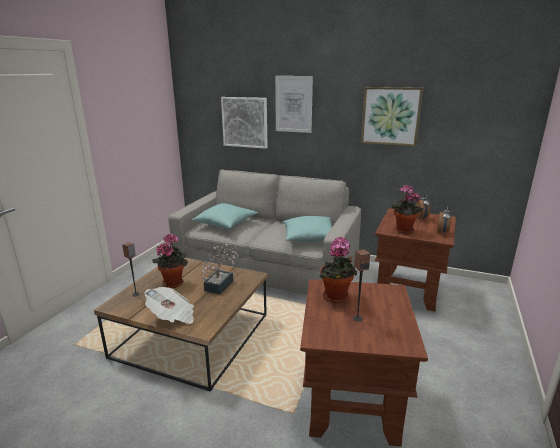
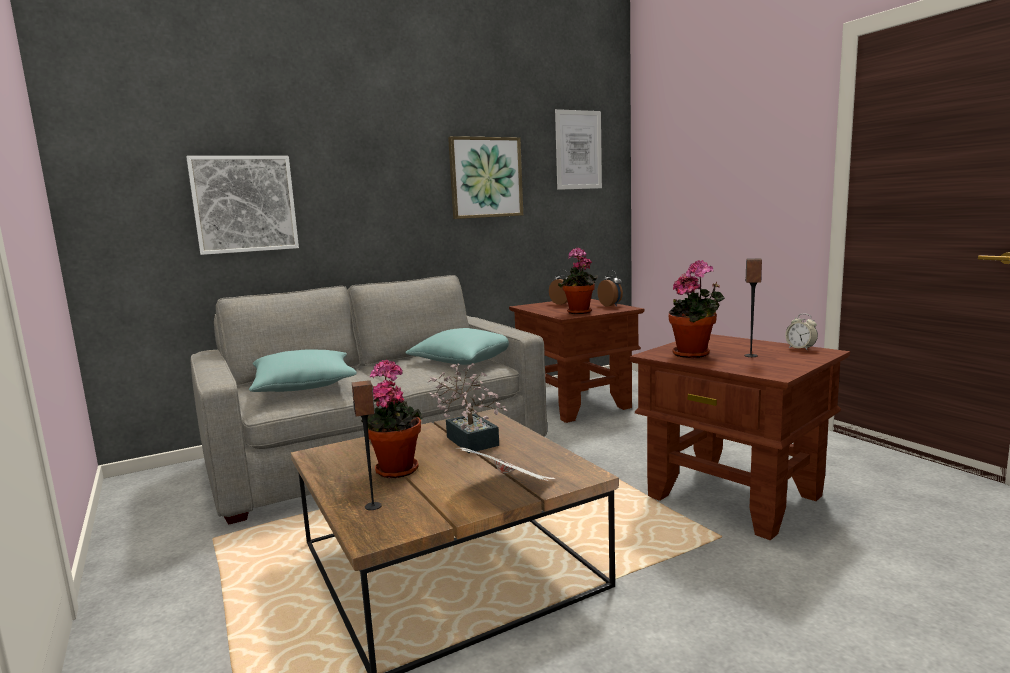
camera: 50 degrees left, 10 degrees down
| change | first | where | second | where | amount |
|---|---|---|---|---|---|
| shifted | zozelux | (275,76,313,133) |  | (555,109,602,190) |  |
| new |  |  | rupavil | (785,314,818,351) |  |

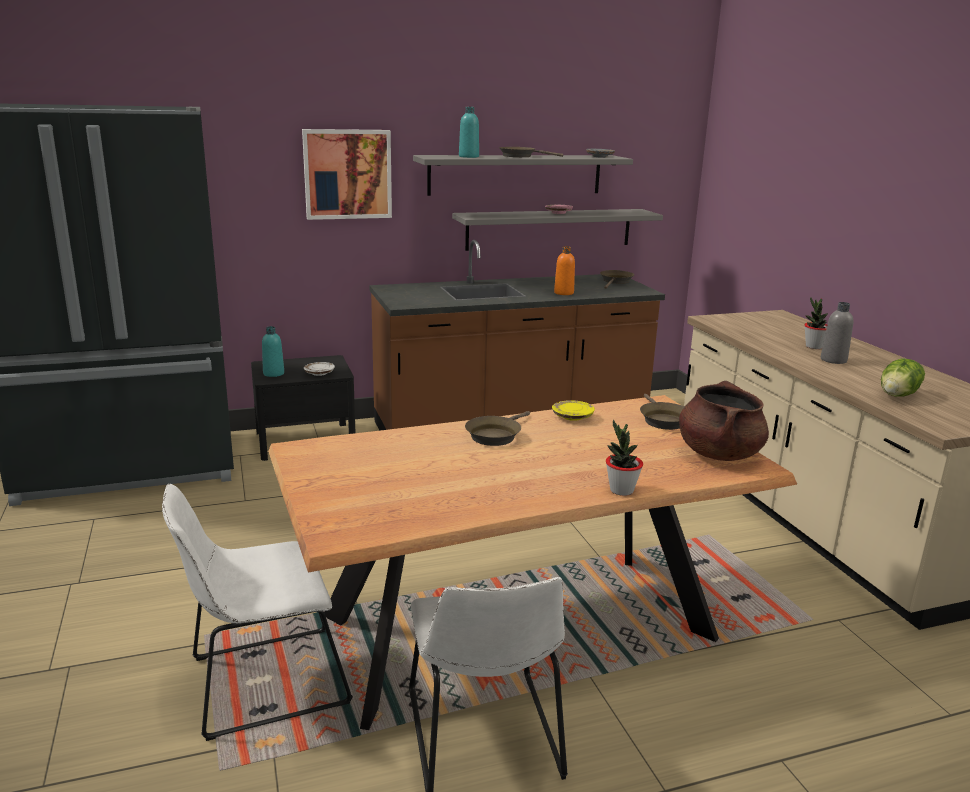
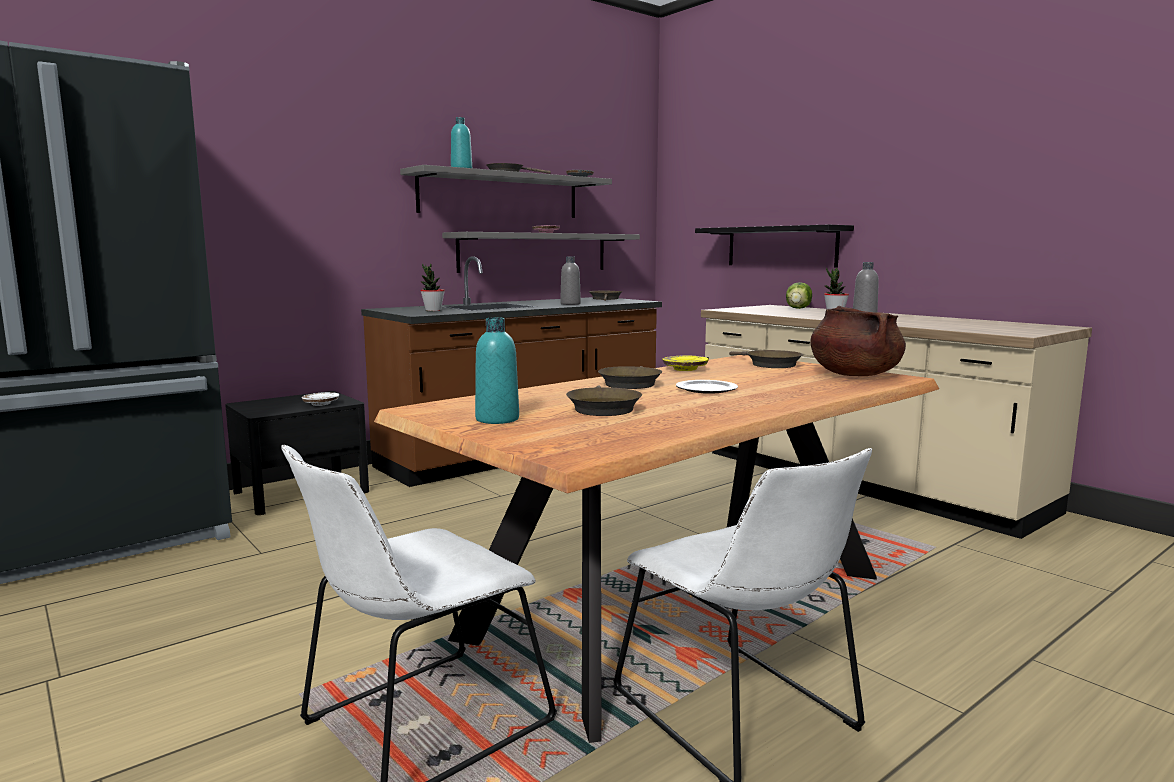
camera: 20 degrees left, 10 degrees down
| change | first | where | second | where | amount |
|---|---|---|---|---|---|
| gone | zozelux | (302,129,392,220) |  |  |  |
| repainted | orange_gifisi | (554,246,575,295) | grey_gifisi | (560,256,581,305) |  |
| shifted | turquoise_gifisi | (262,326,284,377) |  | (475,317,519,424) |  |
| shifted | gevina | (881,358,925,397) |  | (786,282,812,309) |  |
| shifted | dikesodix | (606,420,643,496) |  | (420,264,445,311) |  |
| new |  |  | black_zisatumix | (695,225,854,268) |  |
| new |  |  | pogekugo | (676,380,738,394) |  |
| new |  |  | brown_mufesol | (566,385,642,416) |  |

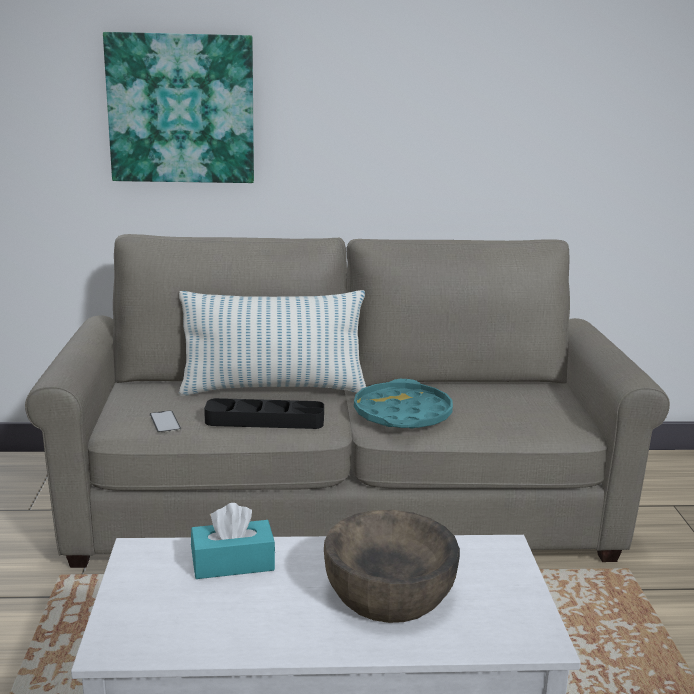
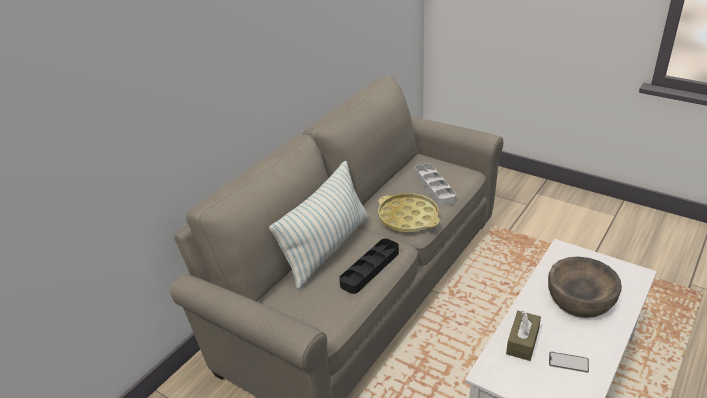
camera: 50 degrees left, 15 degrees up
| change | first | where | second | where | amount |
|---|---|---|---|---|---|
| gone | zozelux | (103,32,254,183) |  |  |  |
| repainted | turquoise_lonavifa | (354,379,453,429) | yellow_lonavifa | (378,193,440,232) |  |
| shifted | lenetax | (150,410,181,433) |  | (549,352,589,373) |  |
| repainted | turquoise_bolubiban | (191,503,275,579) | brown_bolubiban | (506,311,541,361) |  |
| new |  |  | grey_lonavifa | (415,163,456,206) |  |

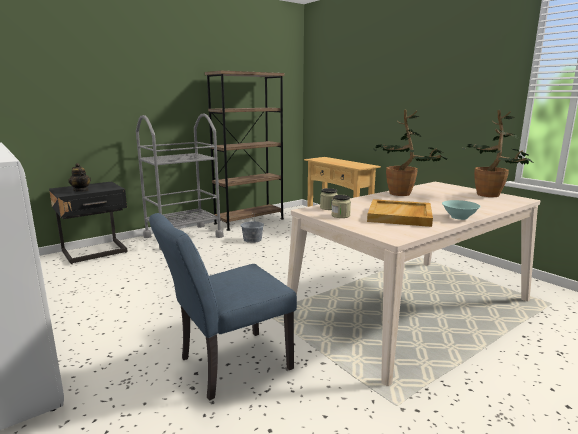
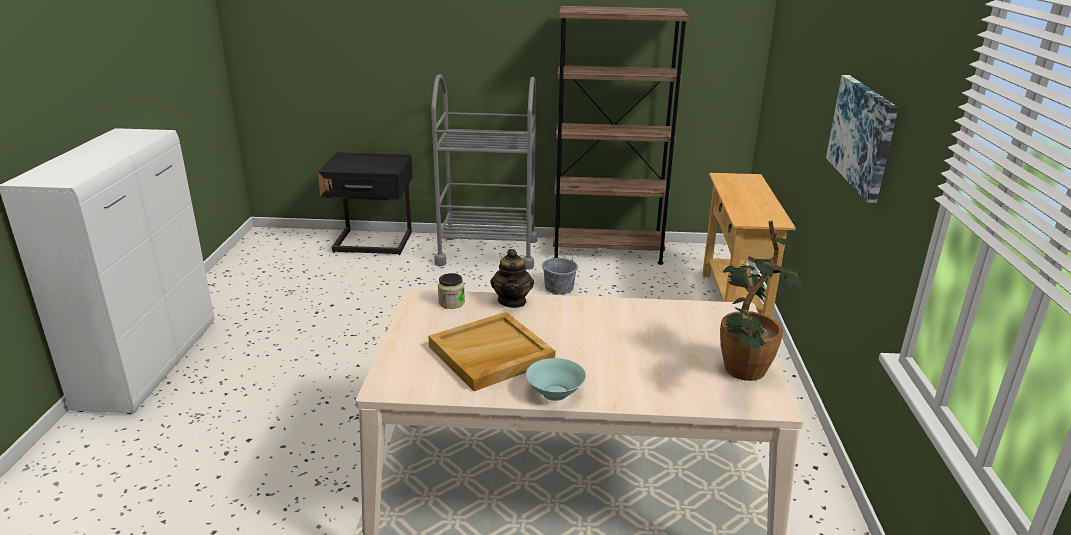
camera: 40 degrees right, 10 degrees up
| change | first | where | second | where | amount |
|---|---|---|---|---|---|
| gone | dikesodix | (373,110,447,196) |  |  |  |
| shifted | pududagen | (68,163,91,192) |  | (490,249,534,308) |  |
| gone | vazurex | (331,195,351,218) |  |  |  |
| gone | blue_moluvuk | (149,213,297,401) |  |  |  |
| new |  |  | zozelux | (826,75,898,203) |  |

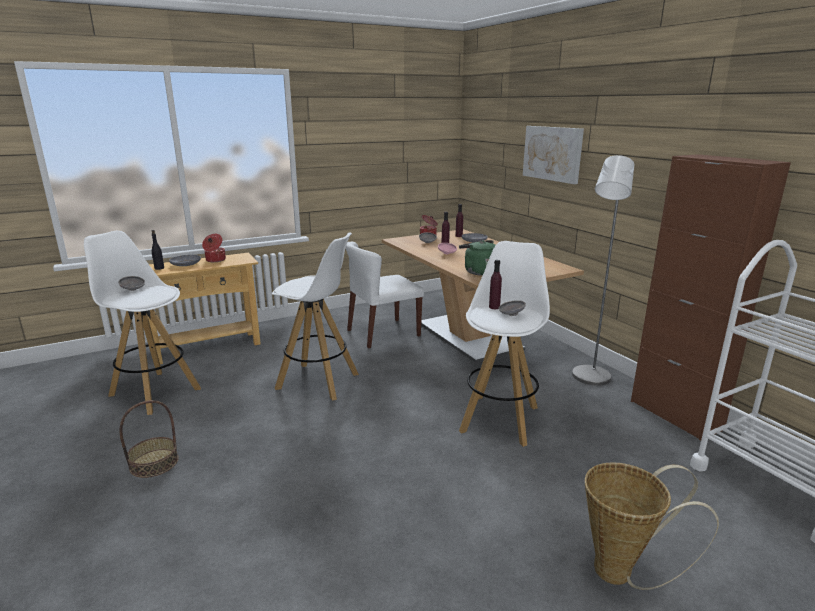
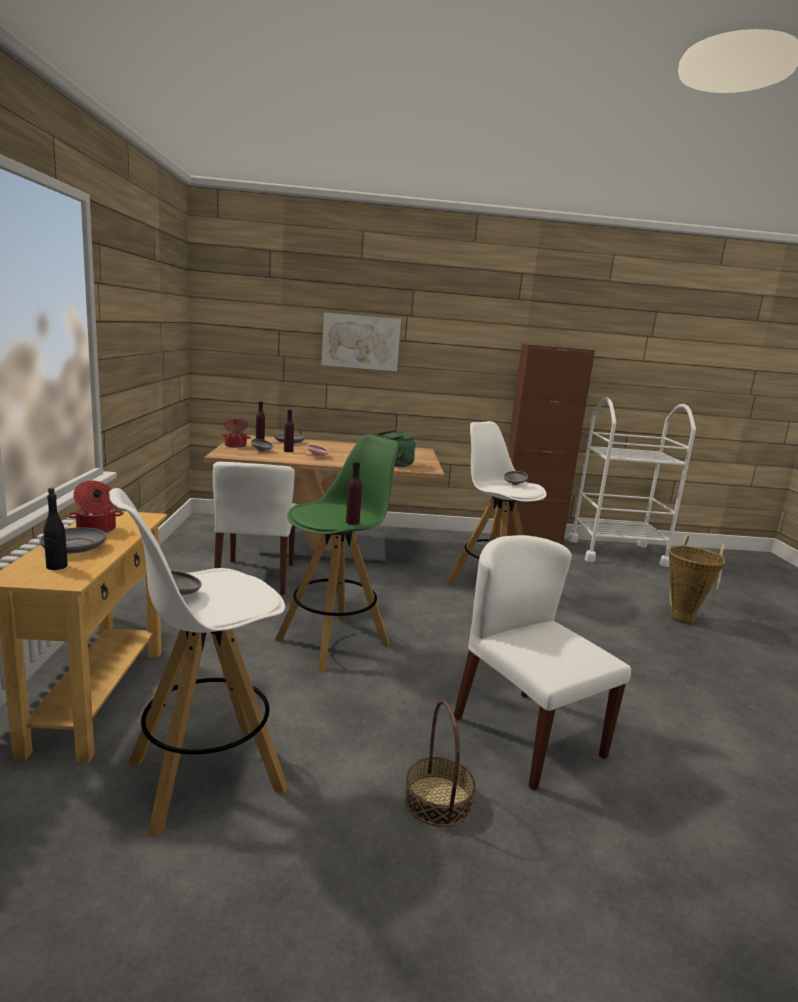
camera: 65 degrees left, 5 degrees down
| change | first | where | second | where | amount |
|---|---|---|---|---|---|
| gone | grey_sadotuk | (572,155,634,386) |  |  |  |
| repainted | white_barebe | (272,232,359,401) | green_barebe | (275,434,398,672) |  |
| shifted | purple_gifisi | (489,260,502,309) |  | (346,462,362,525) |  |
| new |  |  | white_moluvuk | (454,535,631,791) |  |

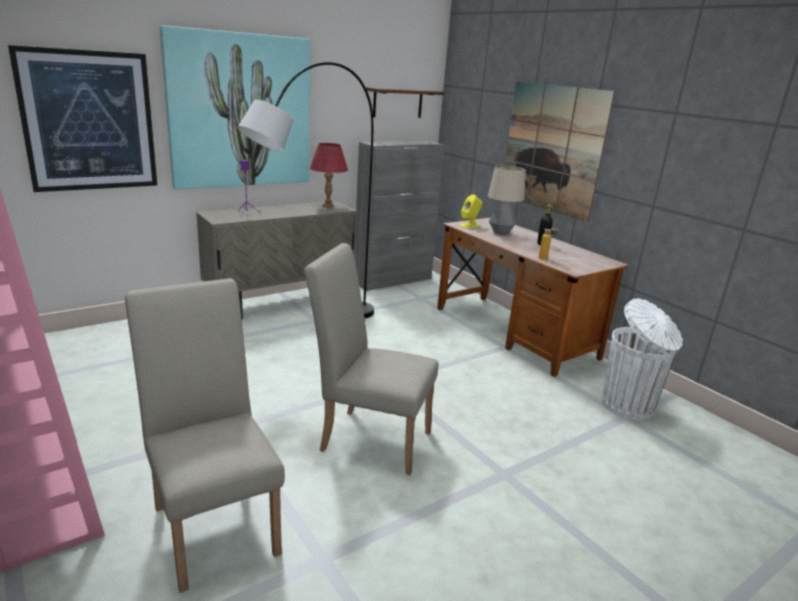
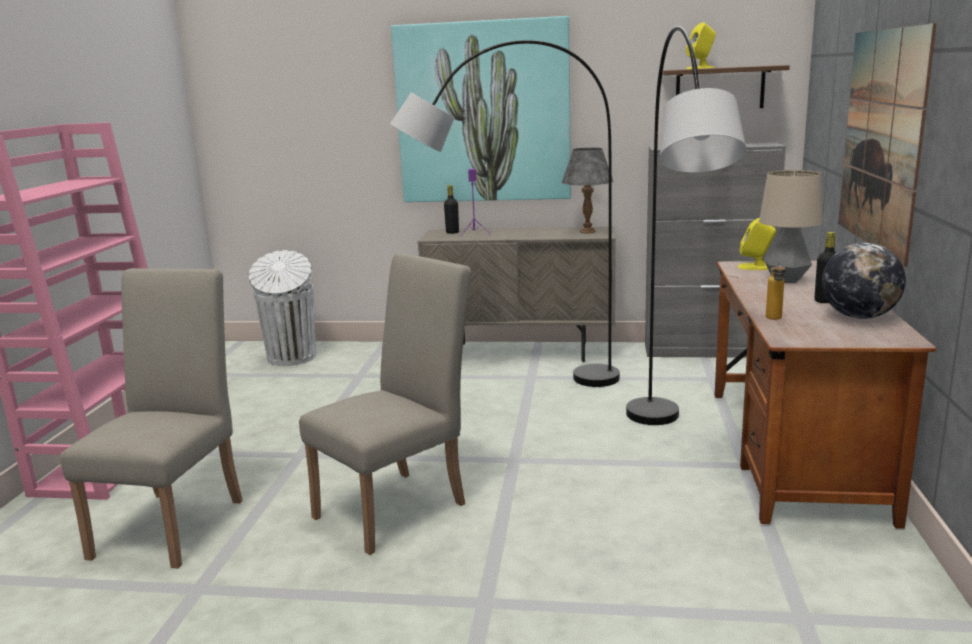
camera: 45 degrees right, 5 degrees down
| change | first | where | second | where | amount |
|---|---|---|---|---|---|
| gone | zozelux | (8,45,157,192) |  |  |  |
| repainted | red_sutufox | (310,143,348,208) | grey_sutufox | (562,148,613,233) |  |
| rotated | beige_moluvuk | (304,243,438,475) |  | (299,253,471,555) | 75 degrees clockwise |
| shifted | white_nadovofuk | (602,298,683,420) |  | (249,250,316,366) |  |
| new |  |  | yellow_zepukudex | (686,22,716,69) |  |
| new |  |  | grey_sadotuk | (626,26,747,425) |  |
| new |  |  | black_gifisi | (444,185,459,234) |  |
| new |  |  | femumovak | (822,243,906,319) |  |

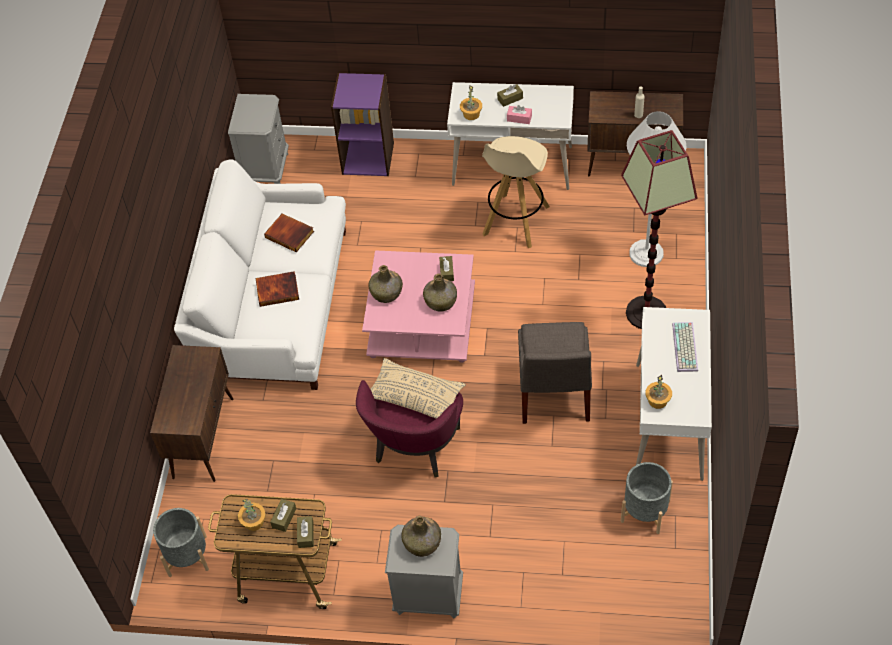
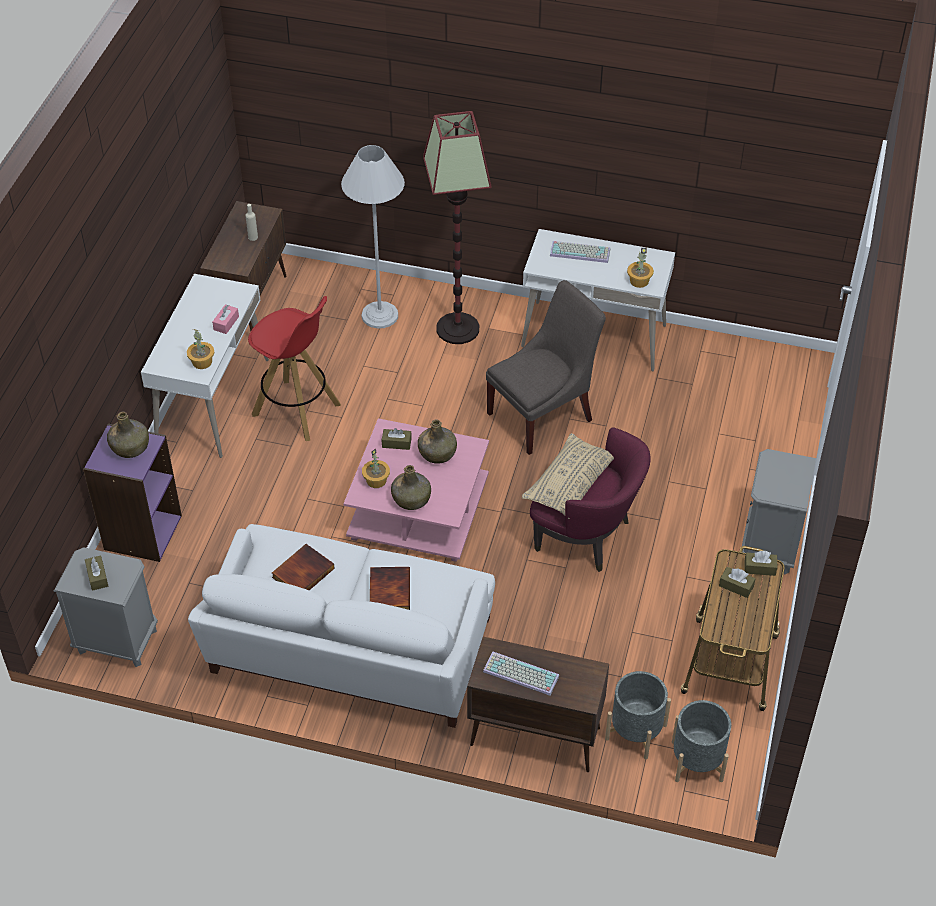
camera: 85 degrees left, 5 degrees down
| change | first | where | second | where | amount |
|---|---|---|---|---|---|
| shifted | brown_bolubiban | (497,84,523,107) |  | (85,555,108,591) |  |
| repainted | beige_barebe | (482,136,550,248) | red_barebe | (248,296,341,441) |  |
| rotated | grey_moluvuk | (518,322,592,424) |  | (486,280,606,455) | 45 degrees counterclockwise |
| shifted | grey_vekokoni | (621,462,673,534) |  | (605,671,671,759) |  |
| shifted | dikesodix | (238,499,266,531) |  | (362,448,390,488) |  |
| shifted | green_gifisi | (401,515,441,557) |  | (107,412,149,458) |  |
| new |  |  | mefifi | (483,652,559,696) |  |

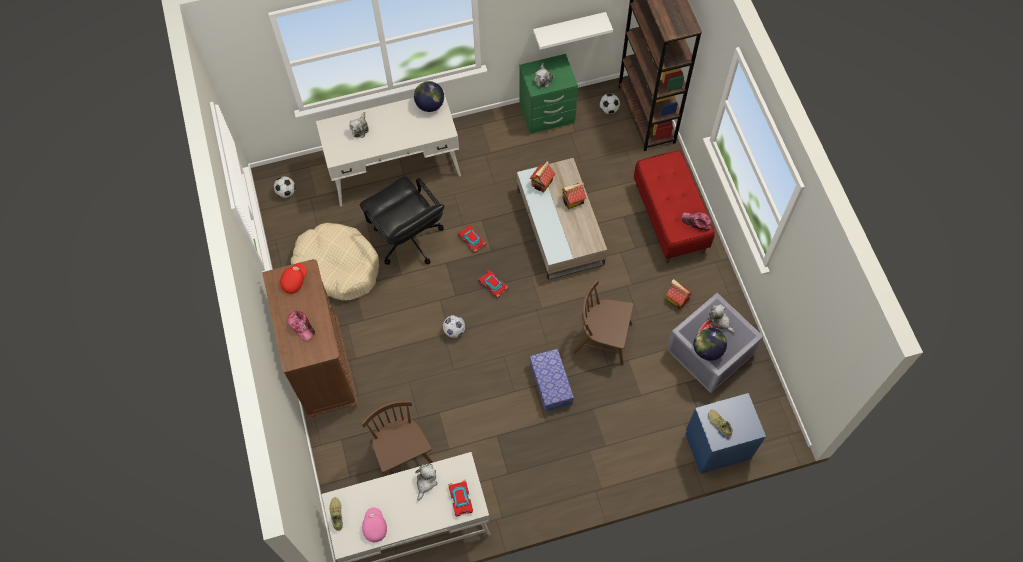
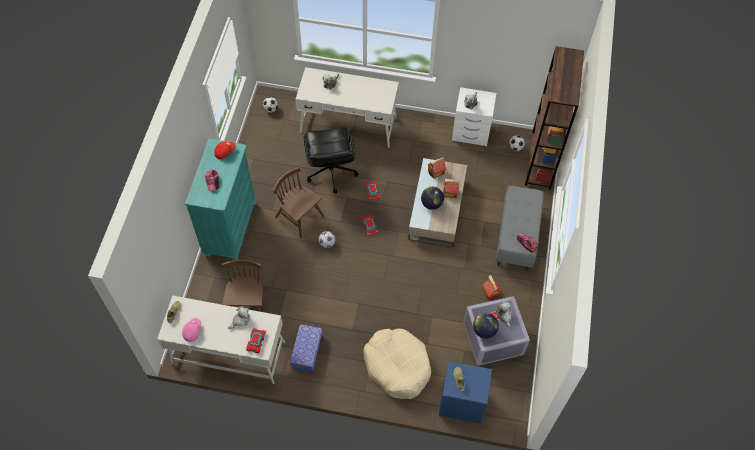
camera: 25 degrees right, 5 degrees down
| change | first | where | second | where | amount |
|---|---|---|---|---|---|
| gone | white_zisatumix | (533,12,613,50) |  |  |  |
| repainted | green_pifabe | (519,54,578,134) | white_pifabe | (452,87,496,146) |  |
| shifted | femumovak | (414,81,444,112) |  | (421,186,444,210) |  |
| repainted | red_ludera | (634,150,715,263) | grey_ludera | (496,185,544,271) |  |
| shifted | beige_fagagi | (291,223,379,301) |  | (364,328,431,399) |  |
| repainted | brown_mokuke | (262,259,358,419) | turquoise_mokuke | (185,138,256,260) |  |
| shifted | brown_moluvuk | (573,279,633,366) |  | (273,167,324,239) |  |
| shifted | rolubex | (530,349,574,411) |  | (290,324,322,372) |  |

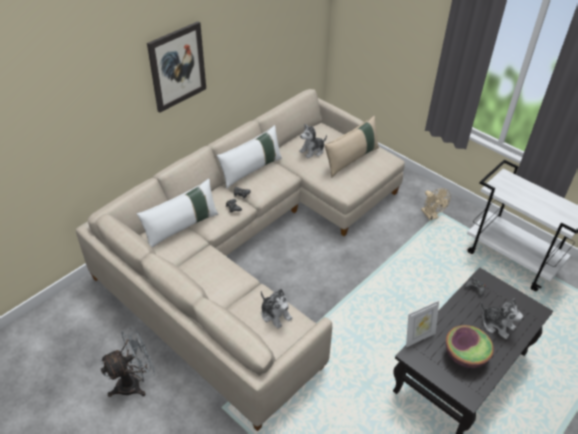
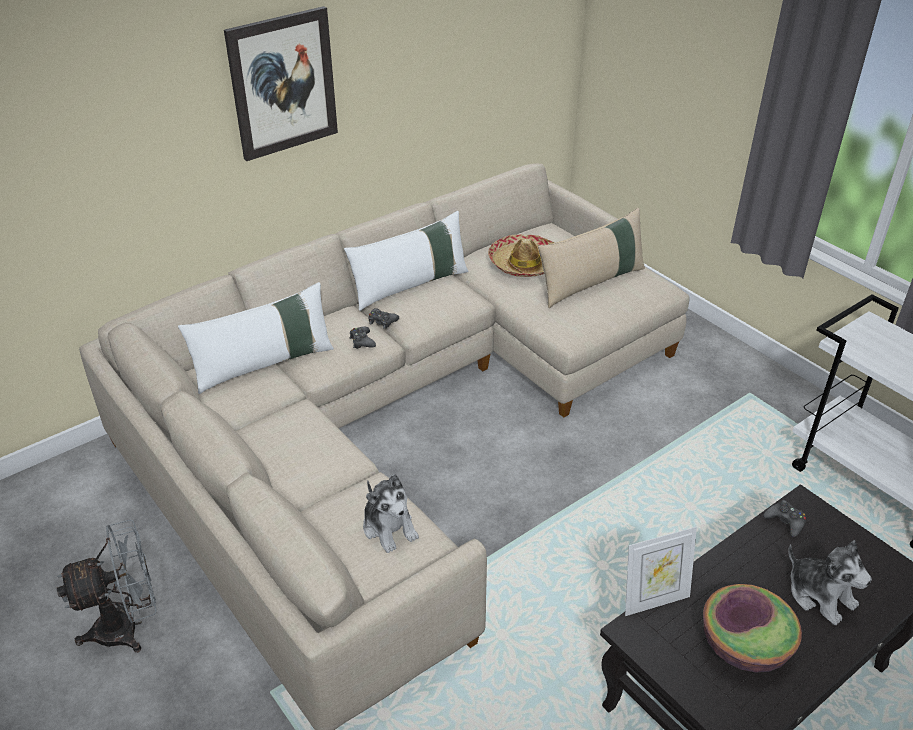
camera: 10 degrees right, 5 degrees down
| change | first | where | second | where | amount |
|---|---|---|---|---|---|
| swapped | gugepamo | (299,124,327,158) | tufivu | (488,234,554,277) |  |
| gone | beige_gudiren | (421,188,451,220) |  |  |  |

